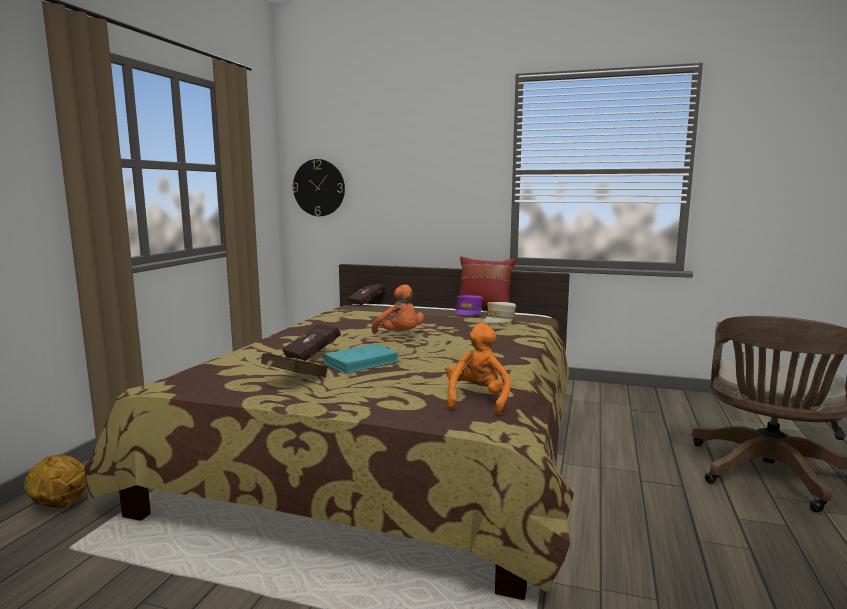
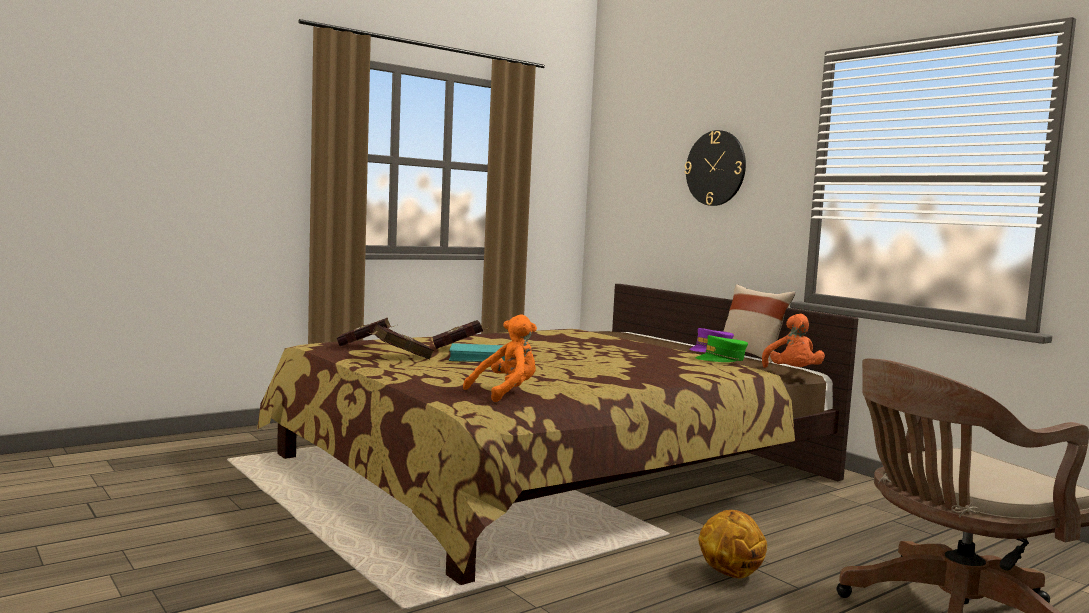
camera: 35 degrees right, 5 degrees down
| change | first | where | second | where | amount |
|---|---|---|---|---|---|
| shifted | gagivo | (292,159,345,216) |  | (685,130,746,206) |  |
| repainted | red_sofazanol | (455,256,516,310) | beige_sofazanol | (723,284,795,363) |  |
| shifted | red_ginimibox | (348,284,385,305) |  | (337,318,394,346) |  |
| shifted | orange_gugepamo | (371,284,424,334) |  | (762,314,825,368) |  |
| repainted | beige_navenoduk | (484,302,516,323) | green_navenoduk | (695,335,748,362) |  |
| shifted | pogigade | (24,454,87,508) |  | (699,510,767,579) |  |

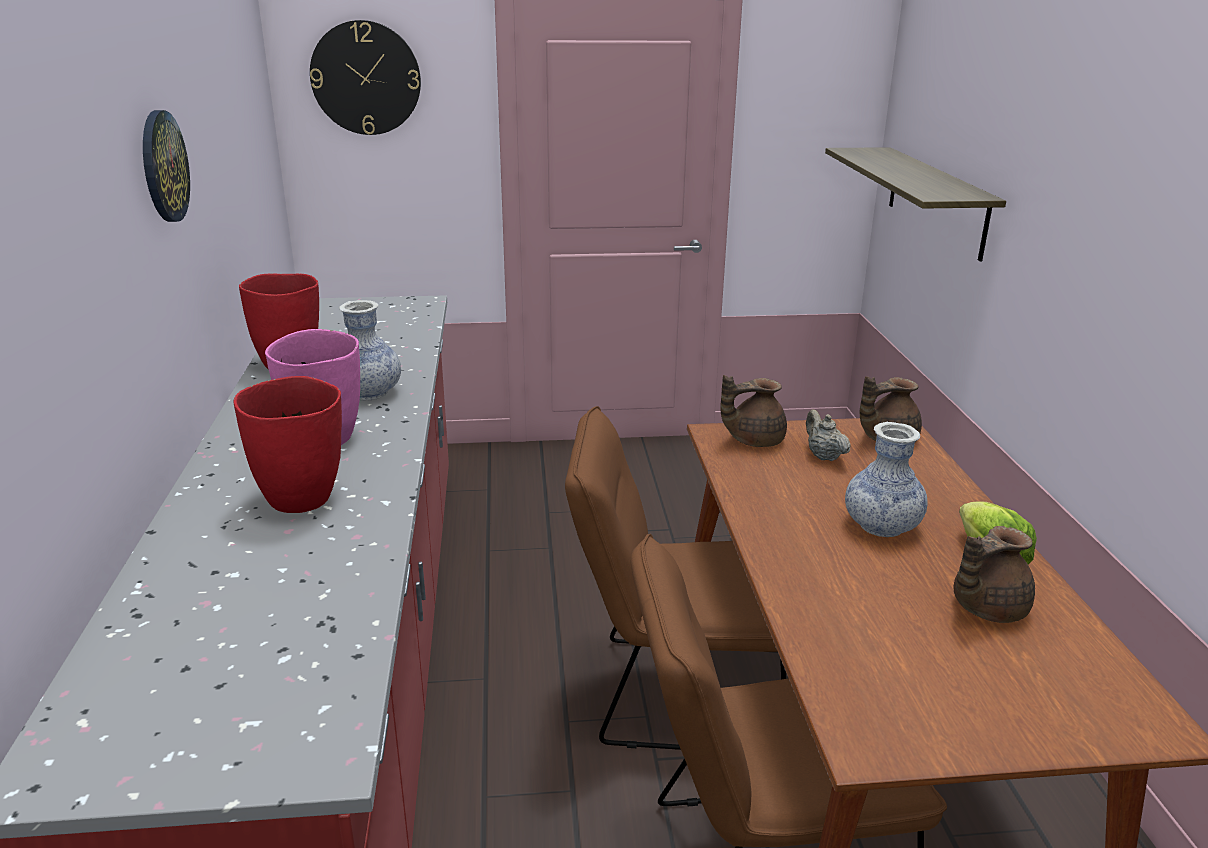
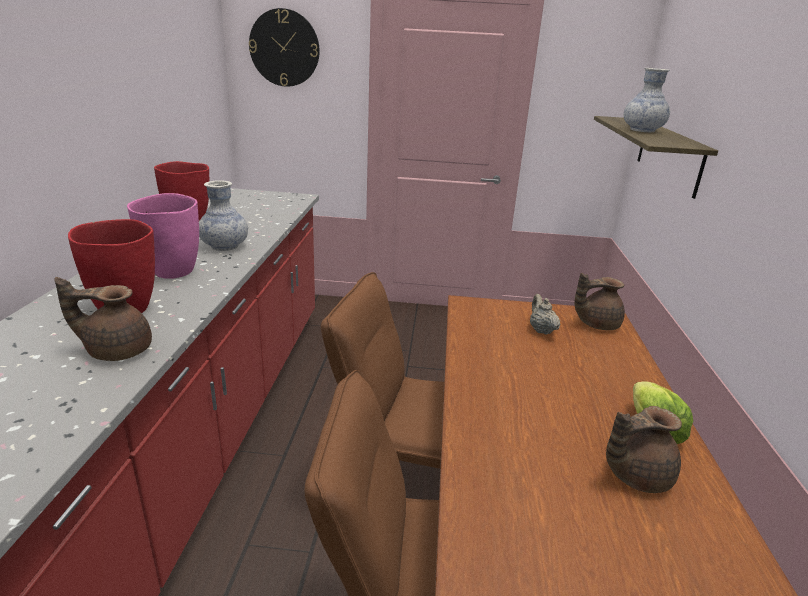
camera: 10 degrees right, 0 degrees up
| change | first | where | second | where | amount |
|---|---|---|---|---|---|
| gone | gagivo | (143,110,190,222) |  |  |  |
| shifted | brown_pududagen | (720,375,787,447) |  | (54,277,152,361) |  |
| shifted | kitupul | (845,422,927,537) |  | (624,68,670,132) |  |

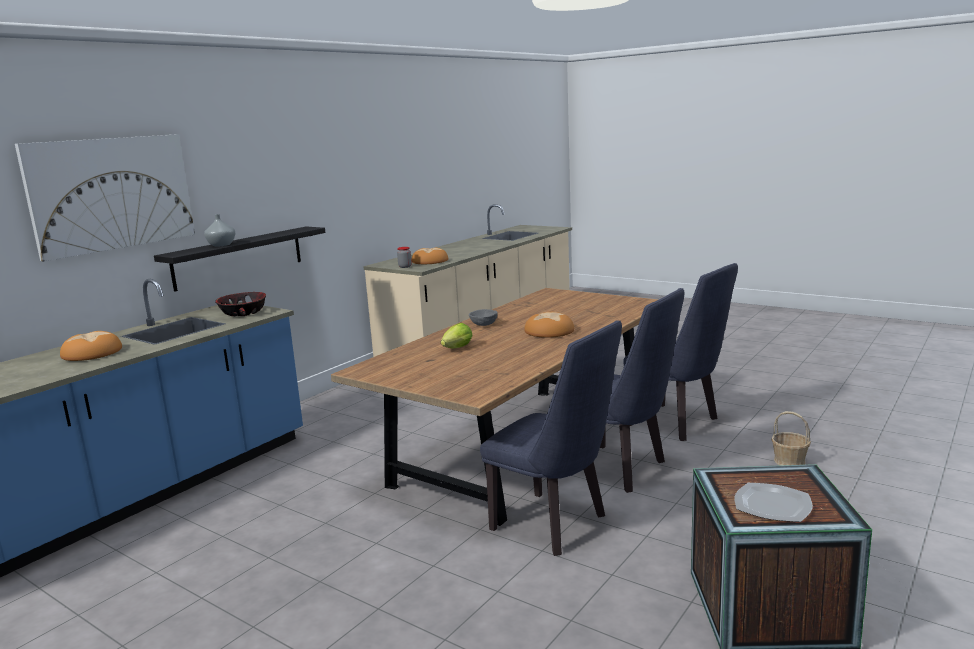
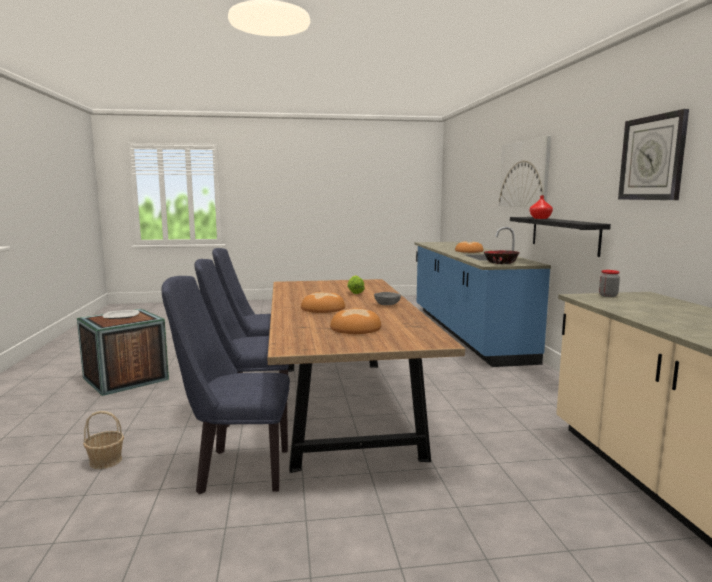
camera: 135 degrees right, 5 degrees down
| change | first | where | second | where | amount |
|---|---|---|---|---|---|
| repainted | grey_kitupul | (204,214,235,246) | red_kitupul | (530,195,553,219) |  |
| shifted | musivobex | (412,248,448,264) |  | (330,308,381,334) |  |
| new |  |  | gagivo | (618,109,689,200) |  |

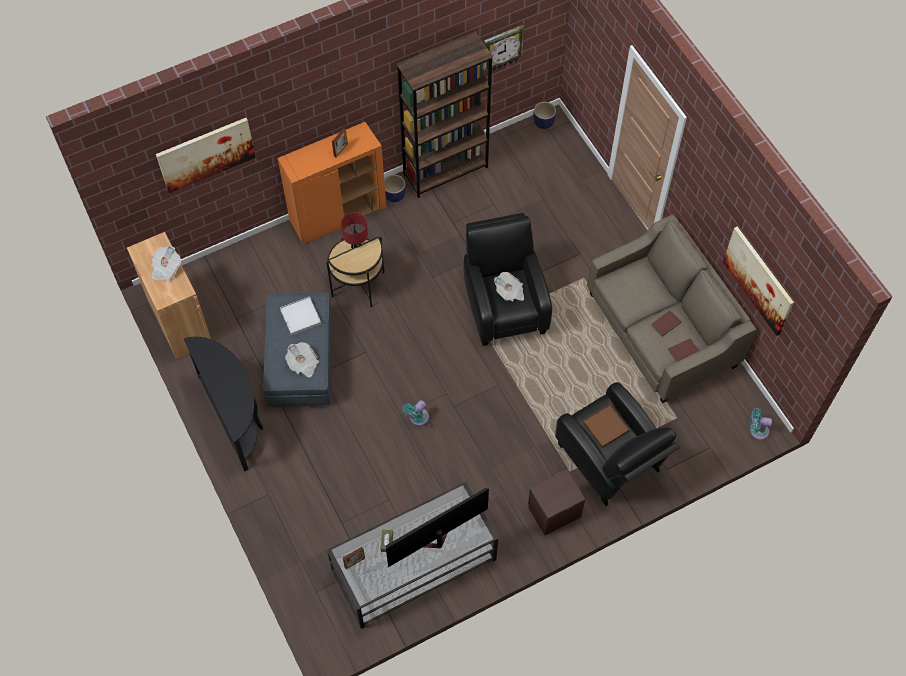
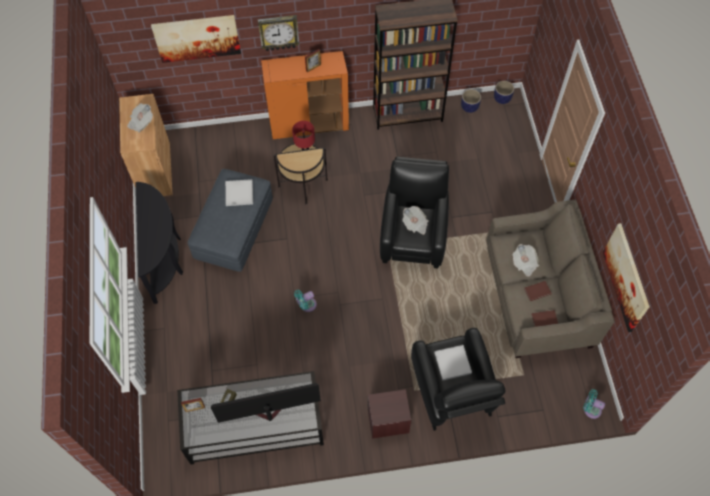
camera: 20 degrees right, 0 degrees up
| change | first | where | second | where | amount |
|---|---|---|---|---|---|
| shifted | gagivo | (483,25,524,72) |  | (258,15,299,51) |  |
| shifted | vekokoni | (384,174,406,202) |  | (461,89,481,113) |  |
| shifted | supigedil | (285,342,319,377) |  | (513,244,539,277) |  |
| repainted | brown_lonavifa | (583,404,630,448) | white_lonavifa | (434,345,472,381) |  |

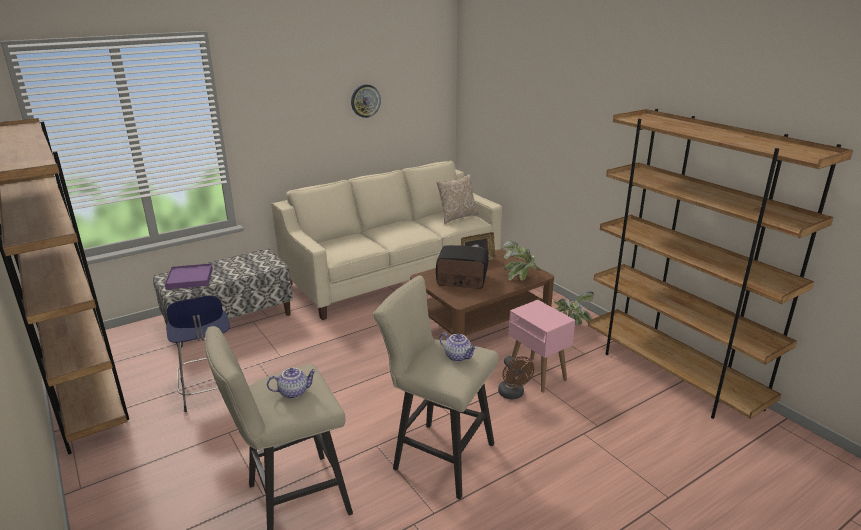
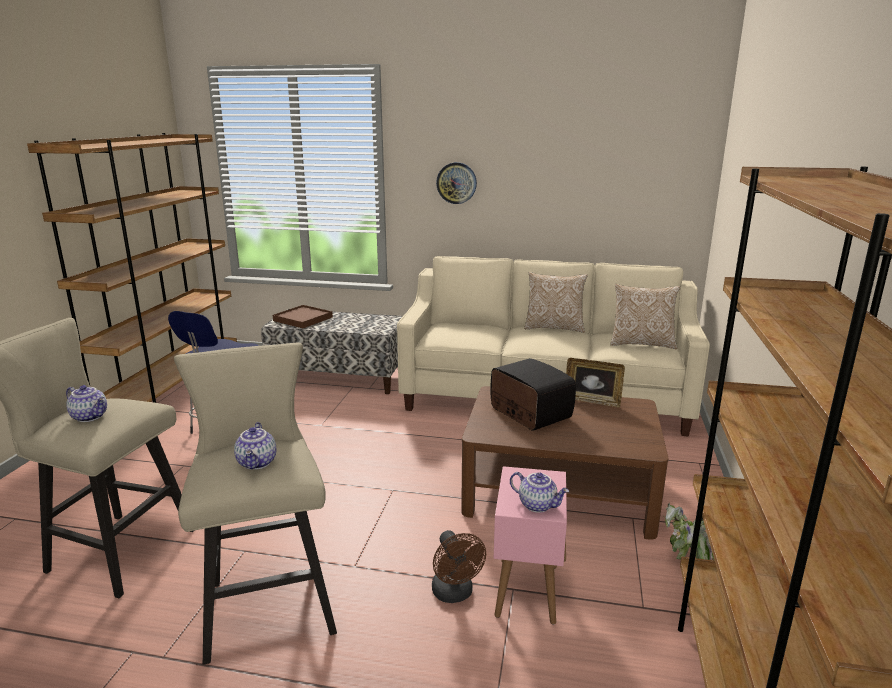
camera: 45 degrees right, 5 degrees down
| change | first | where | second | where | amount |
|---|---|---|---|---|---|
| shifted | gagivo | (351,84,381,118) |  | (436,162,477,204) |  |
| gone | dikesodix | (501,241,540,281) |  |  |  |
| repainted | purple_lonavifa | (165,263,213,290) | brown_lonavifa | (273,305,333,328) |  |
| rotated | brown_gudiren | (498,356,534,399) |  | (432,530,486,603) | 45 degrees counterclockwise |
| new |  |  | sofazanol | (524,272,588,333) |  |
| new |  |  | pududagen | (510,472,569,513) |  |

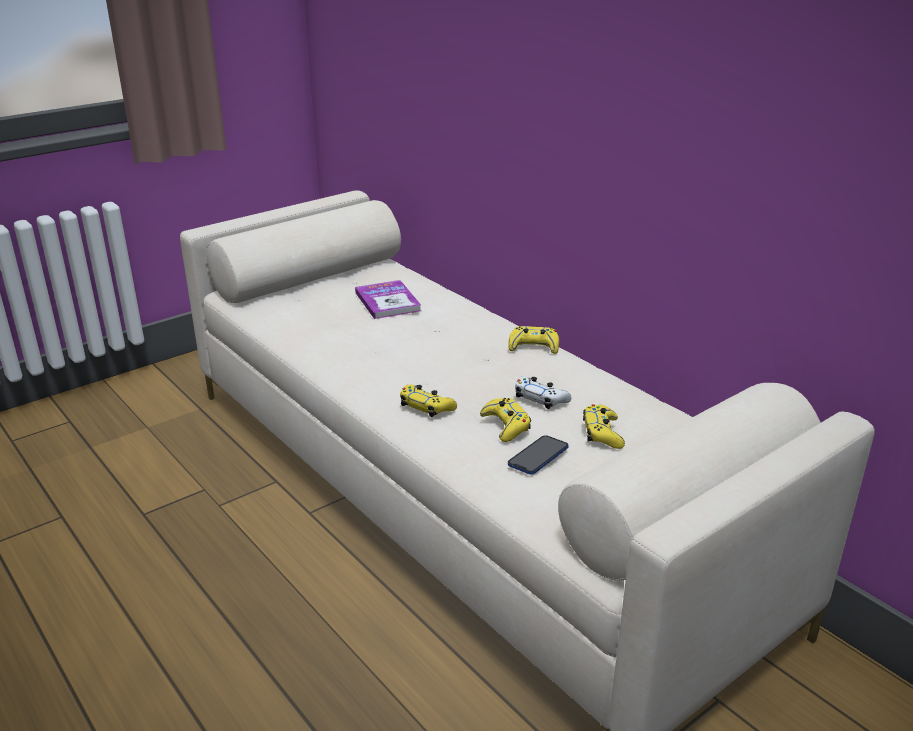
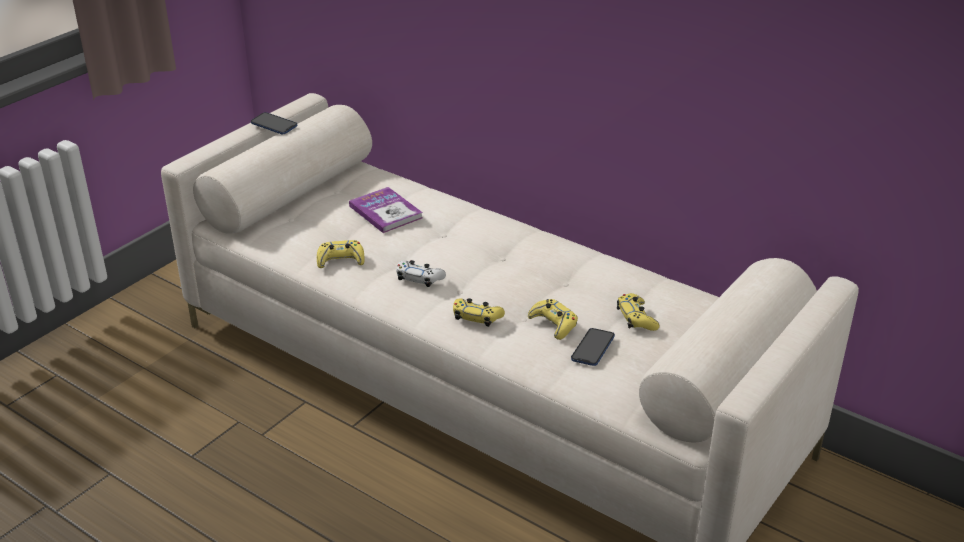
camera: 15 degrees left, 5 degrees up
| change | first | where | second | where | amount |
|---|---|---|---|---|---|
| shifted | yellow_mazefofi | (508,326,559,354) |  | (317,240,365,268) |  |
| shifted | white_mazefofi | (515,376,571,409) |  | (396,260,446,287) |  |
| new |  |  | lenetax | (251,112,297,134) |  |

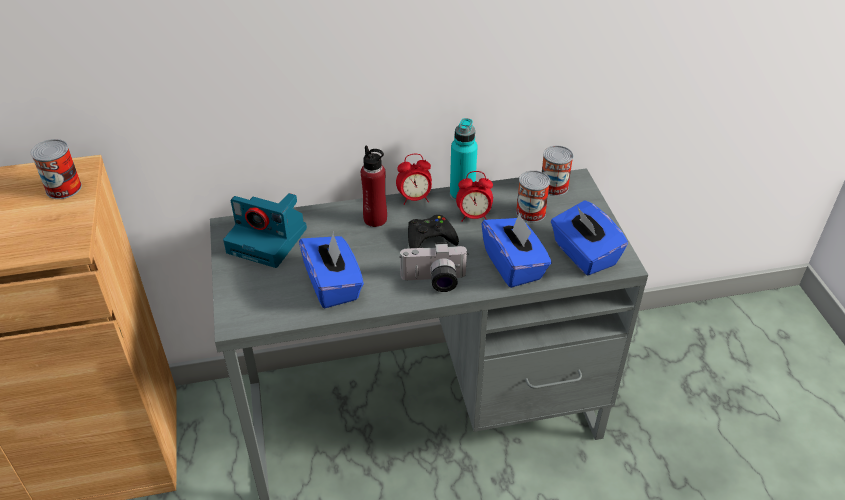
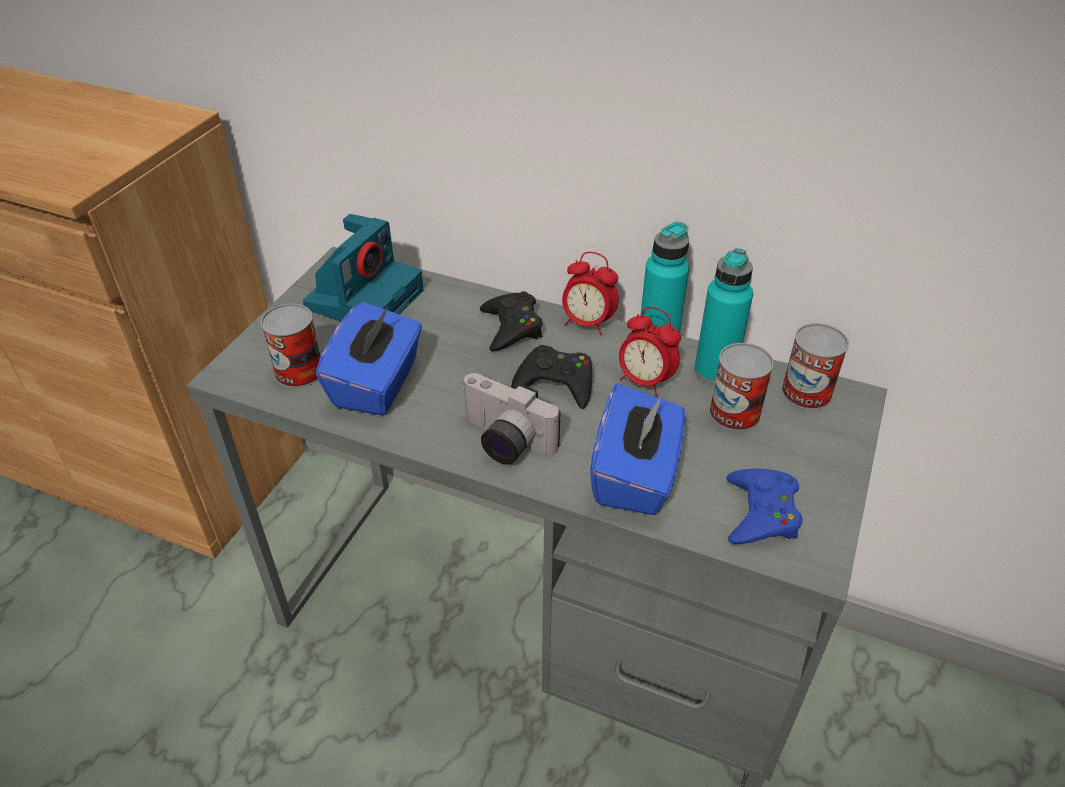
camera: 35 degrees right, 0 degrees up
| change | first | where | second | where | amount |
|---|---|---|---|---|---|
| shifted | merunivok | (31,139,82,199) |  | (261,303,321,388) |  |
| swapped | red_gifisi | (361,145,387,227) | black_mazefofi | (480,291,542,352) |  |
| rotated | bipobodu | (223,193,307,268) |  | (303,214,424,322) | 120 degrees counterclockwise |
| swapped | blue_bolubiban | (551,200,628,275) | blue_mazefofi | (726,469,803,544) |  |
| new |  |  | turquoise_gifisi | (694,248,753,385) |  |

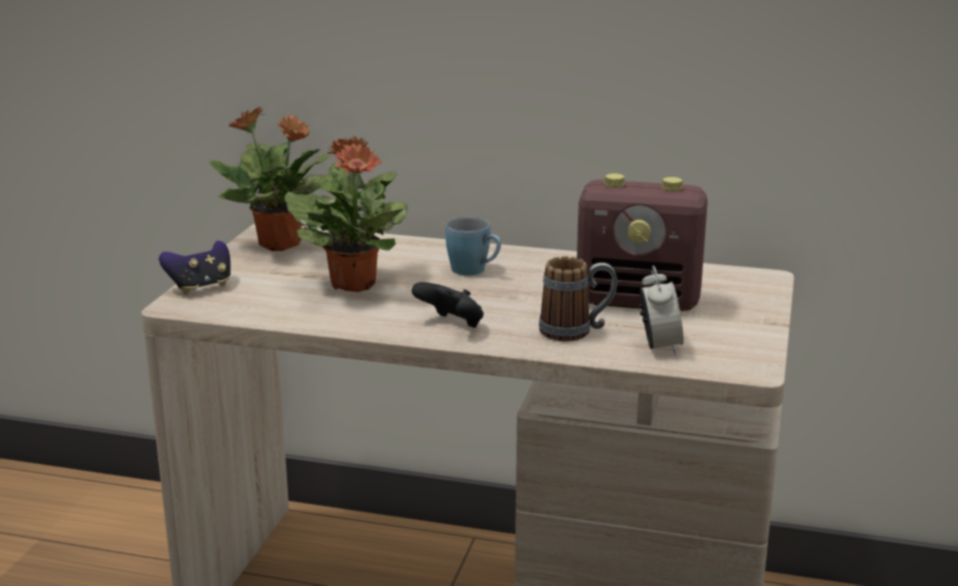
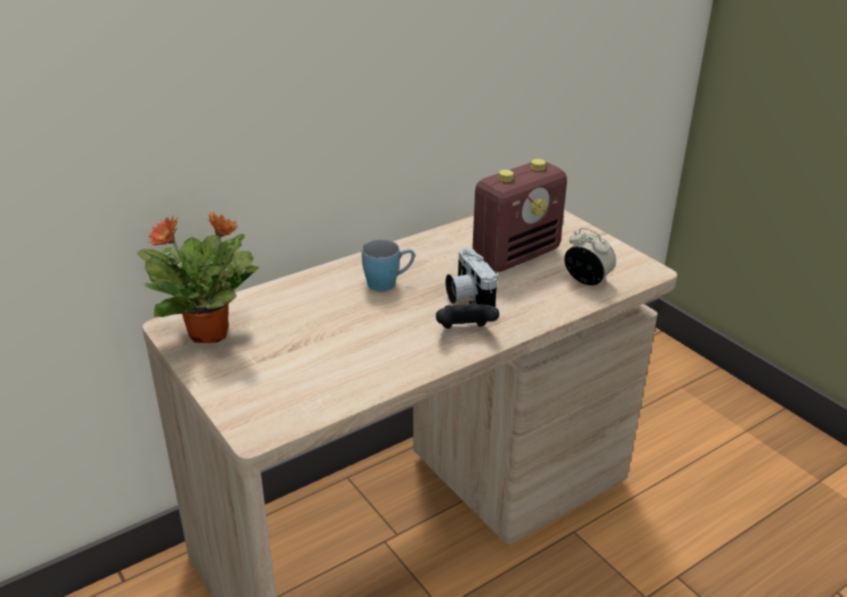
camera: 50 degrees left, 10 degrees up
| change | first | where | second | where | amount |
|---|---|---|---|---|---|
| gone | dikesodix | (285,136,407,292) |  |  |  |
| gone | mazefofi | (159,241,231,294) |  |  |  |
| gone | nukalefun | (539,256,617,341) |  |  |  |
| new |  |  | bipobodu | (445,247,498,307) |  |

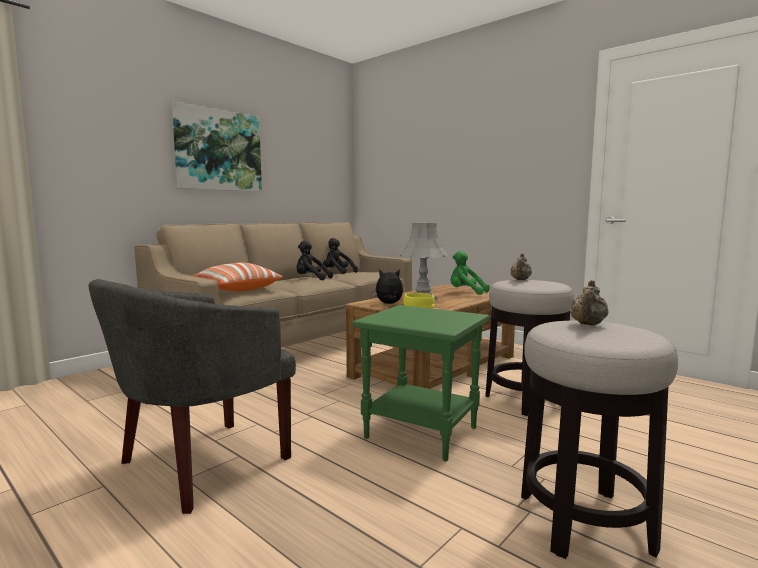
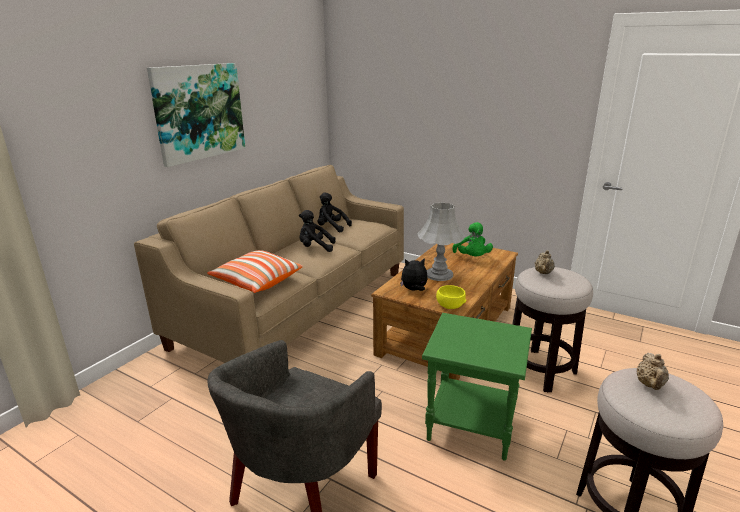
camera: 10 degrees left, 15 degrees up
| change | first | where | second | where | amount |
|---|---|---|---|---|---|
| rotated | green_gugepamo | (451,251,490,295) |  | (452,222,493,257) | 120 degrees counterclockwise |

